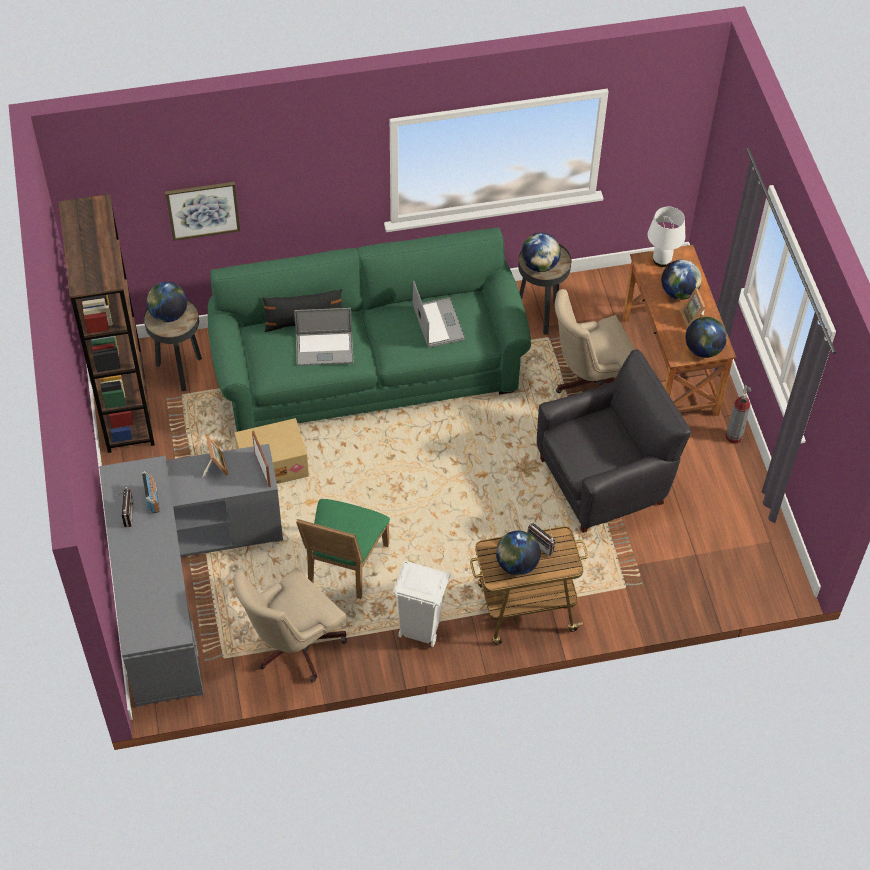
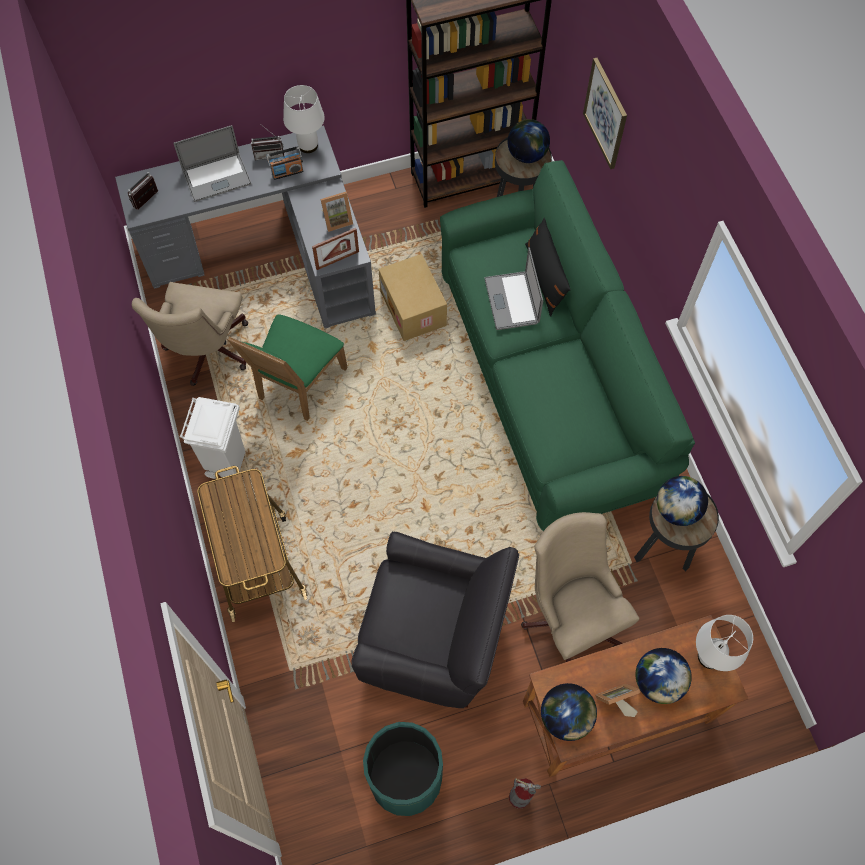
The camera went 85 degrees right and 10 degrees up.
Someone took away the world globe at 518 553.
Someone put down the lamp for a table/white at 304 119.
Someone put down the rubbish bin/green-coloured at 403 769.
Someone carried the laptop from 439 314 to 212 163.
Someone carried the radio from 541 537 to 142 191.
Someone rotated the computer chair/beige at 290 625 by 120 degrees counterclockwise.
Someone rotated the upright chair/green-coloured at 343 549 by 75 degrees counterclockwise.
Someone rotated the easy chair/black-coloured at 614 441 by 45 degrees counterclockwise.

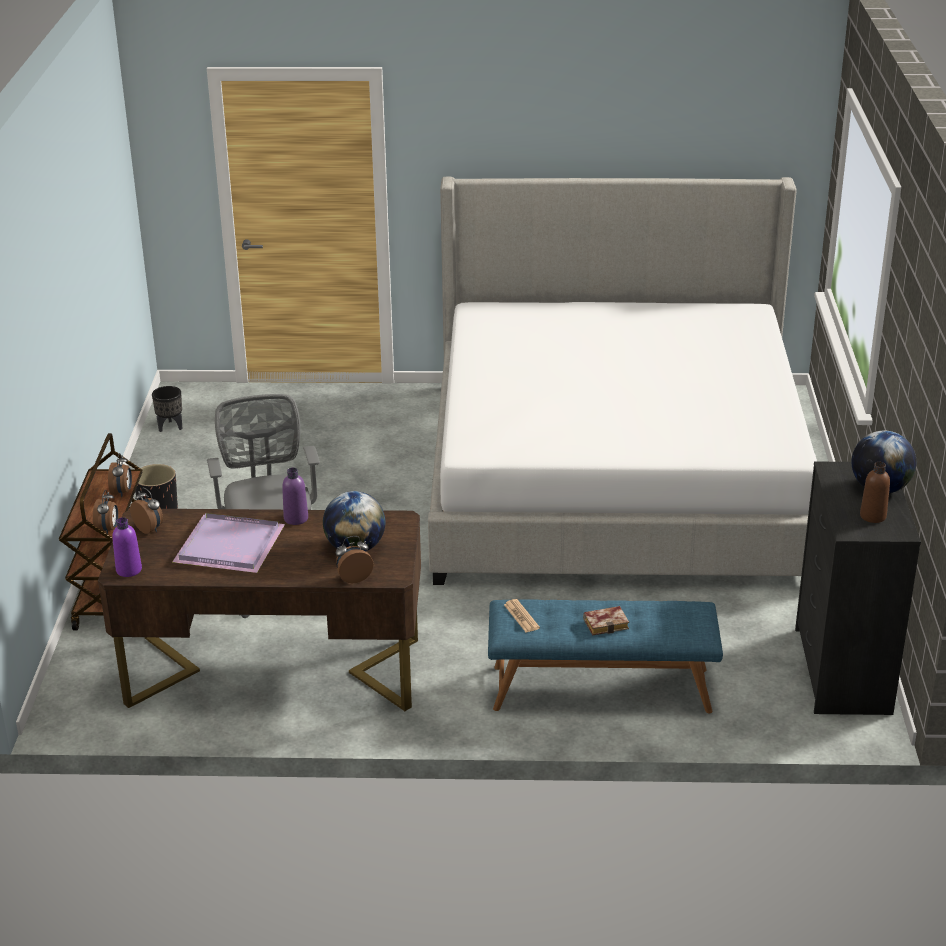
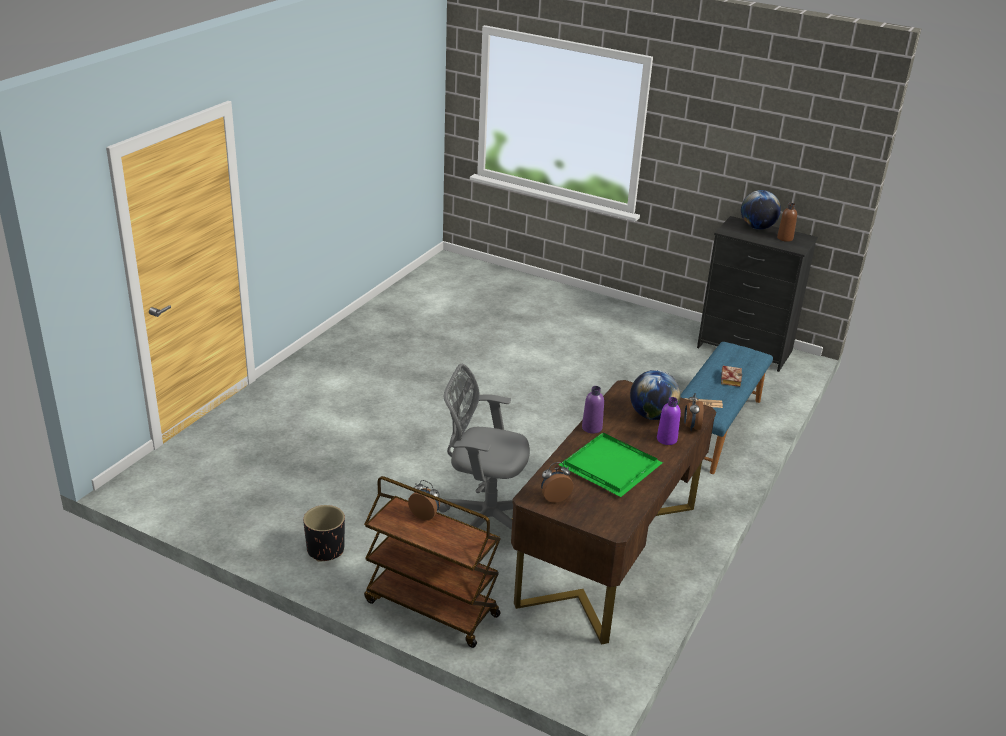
The camera went 65 degrees left and 0 degrees up.
Someone took away the bedside clock at 105 512.
Someone took away the flower pot/black-coloured at 167 409.
Someone took away the sleeping bed at 622 381.
Someone carried the bottle/purplish from 127 547 to 669 421.
Someone repainted the tray/purplish at 229 543, which became the tray/green-coloured at 611 465.

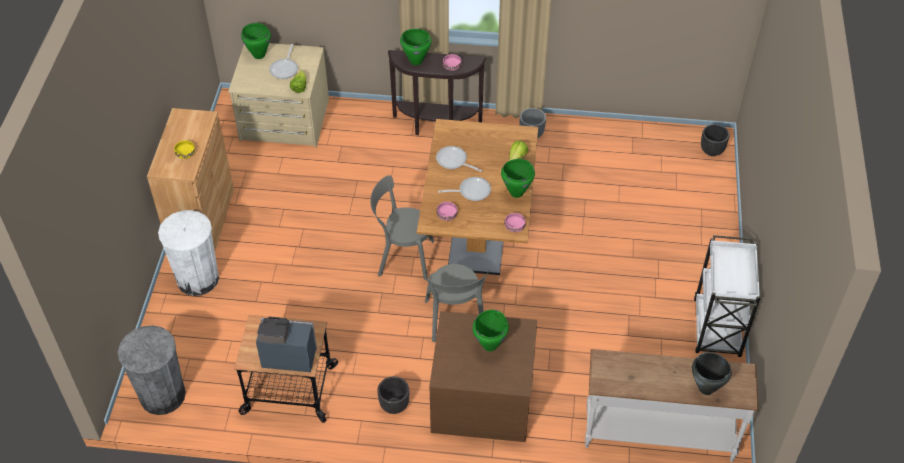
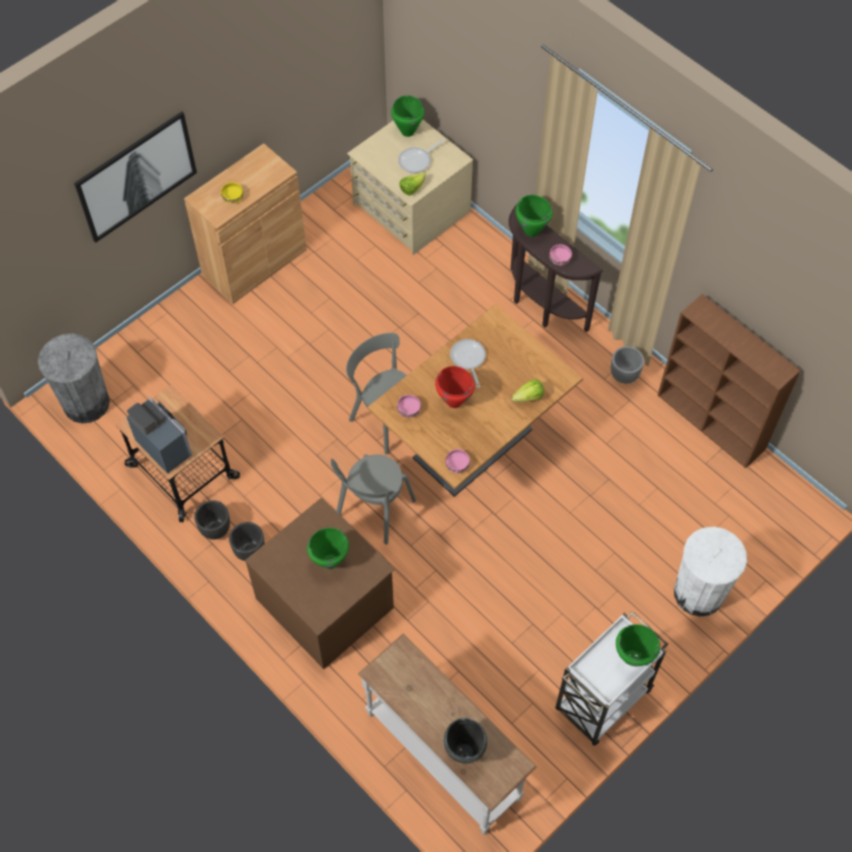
The camera went 40 degrees right and 10 degrees up.
Someone put up the wall art at 135 177.
Someone put down the shelving unit/brownish at 729 381.
Someone carried the rubbish bin/white from 188 253 to 710 572.
Someone carried the stockpot/green-coloured from 518 178 to 638 645.
Someone carried the flower pot/black-coloured from 715 140 to 212 520.
Someone swapped the pan at 464 189 for the stockpot/red-coloured at 455 387.

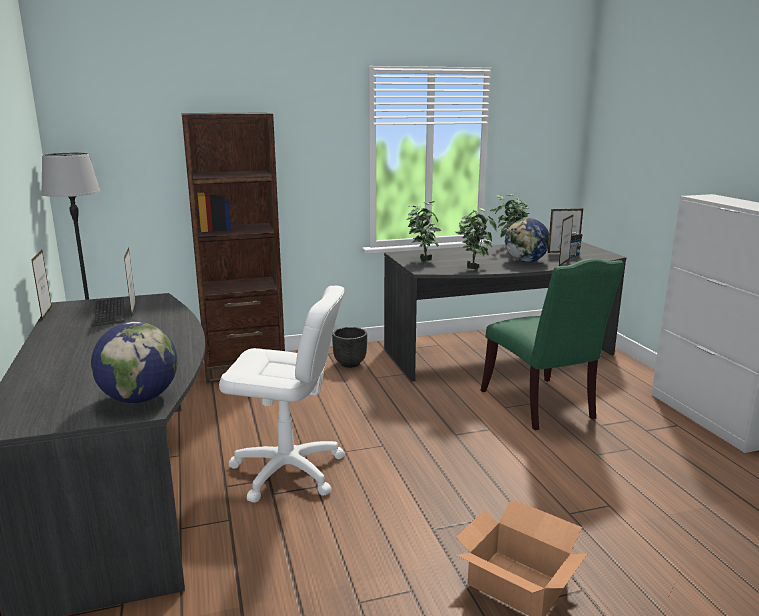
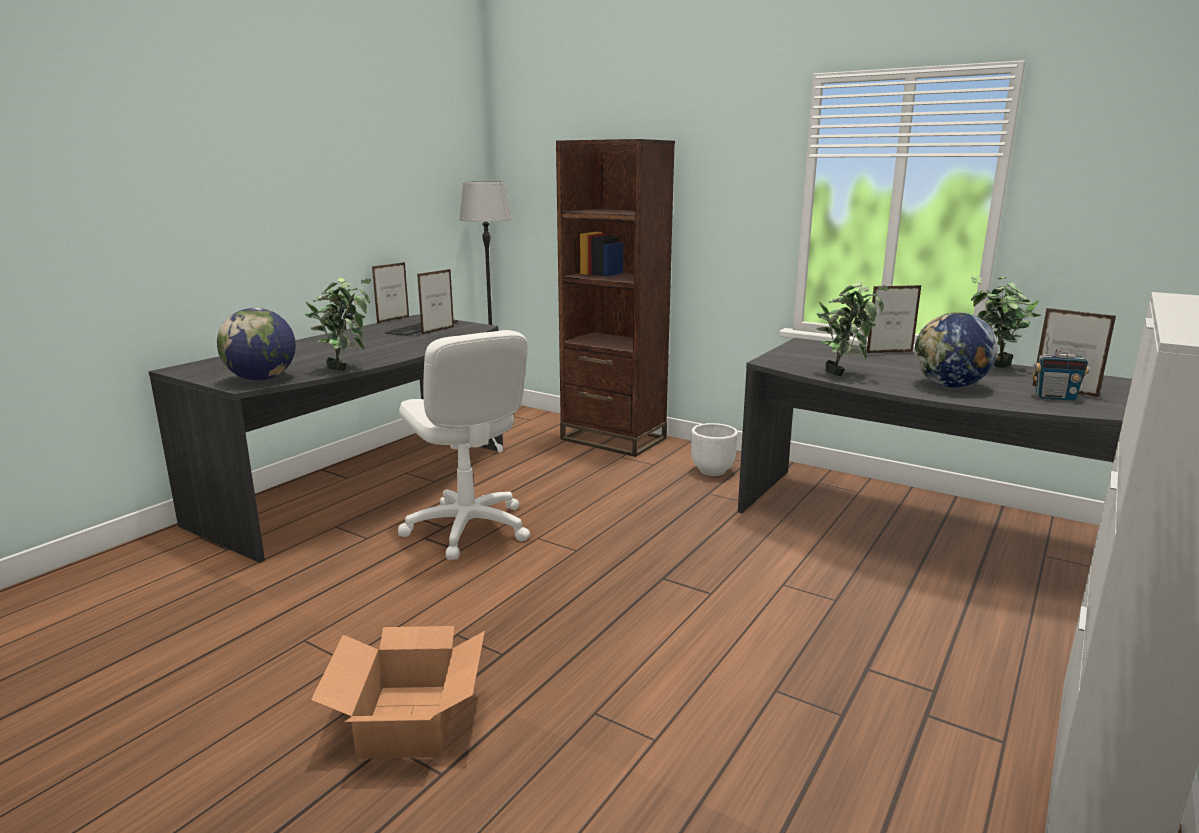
The camera went 50 degrees right and 0 degrees up.
Someone took away the upright chair/green-coloured at 552 344.
Someone carried the potted plant from 423 231 to 338 324.
Someone carried the picture frame from 566 240 to 894 319.
Someone repainted the flower pot/black-coloured at 349 347, which became the flower pot/white at 714 449.

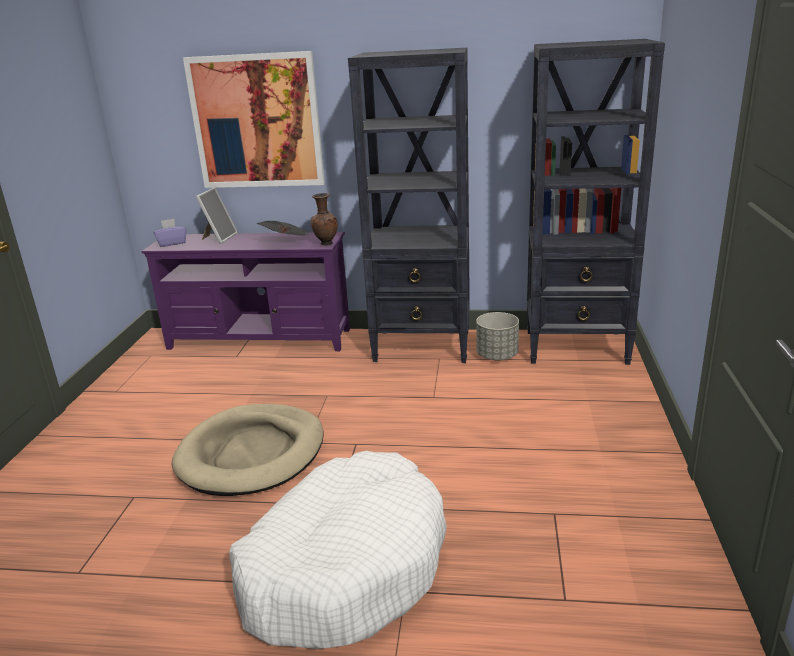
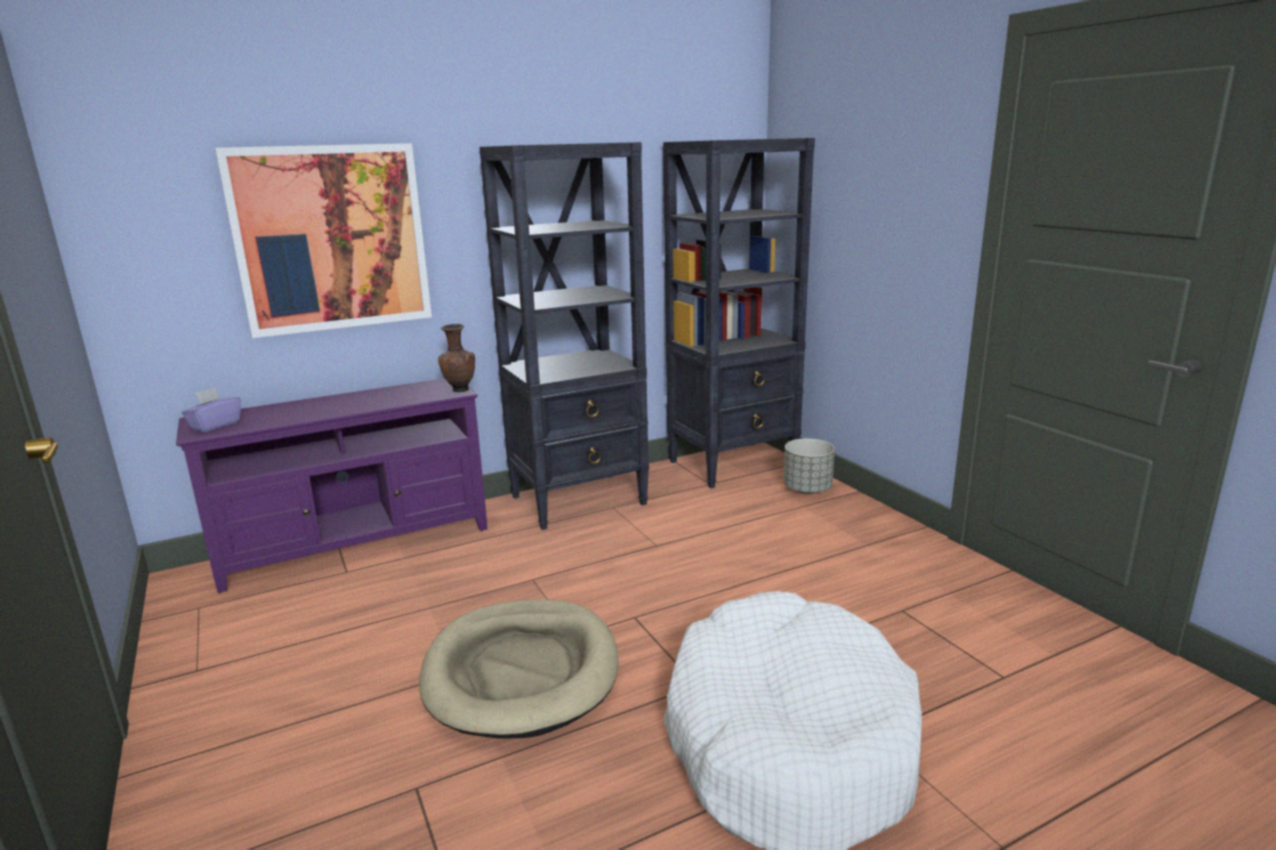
The camera went 35 degrees left and 5 degrees down.
Someone took away the picture frame at 217 216.
Someone took away the printed paper at 281 228.
Someone carried the flower pot/gray from 497 336 to 809 466.

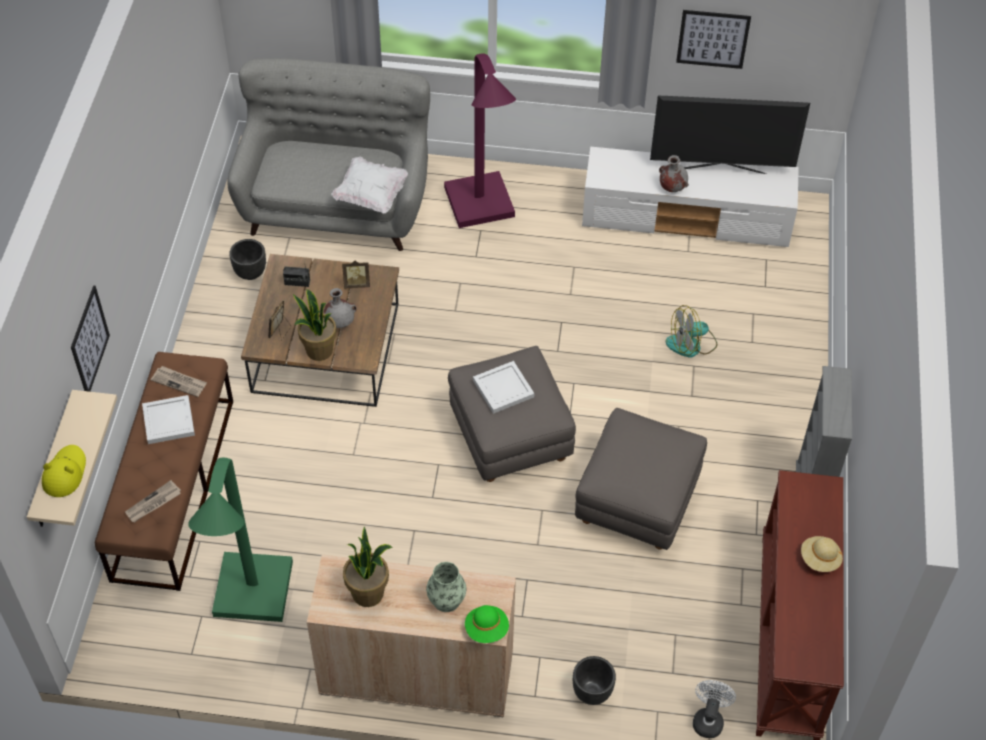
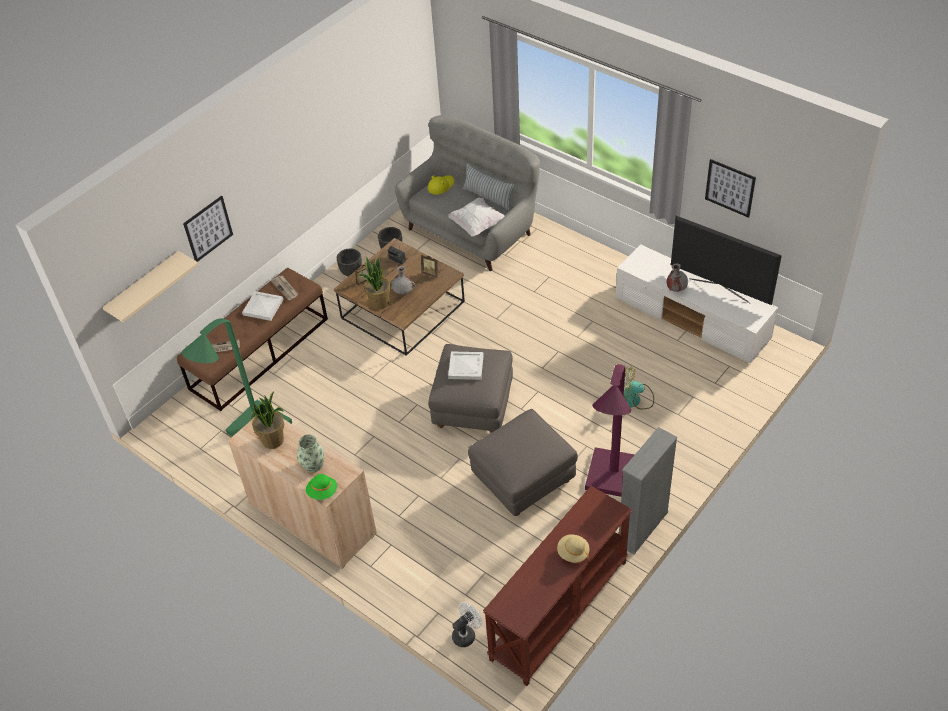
The camera went 35 degrees right and 5 degrees down.
Someone put down the pillow at 488 187.
Someone carried the wearable hat/yellow from 64 471 to 441 185.
Someone carried the floor lamp/purplish from 480 141 to 610 430.
Someone carried the flower pot/black-coloured from 594 680 to 349 262.

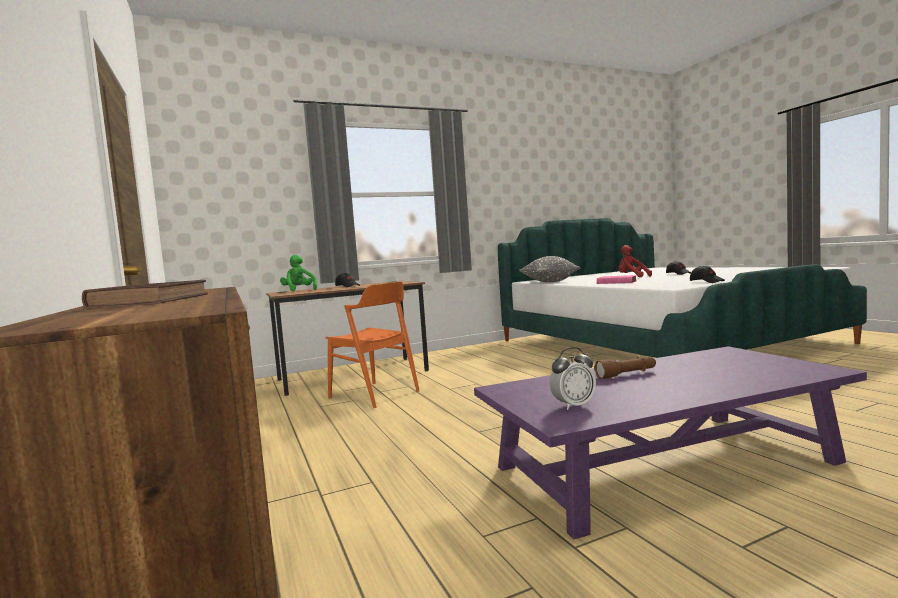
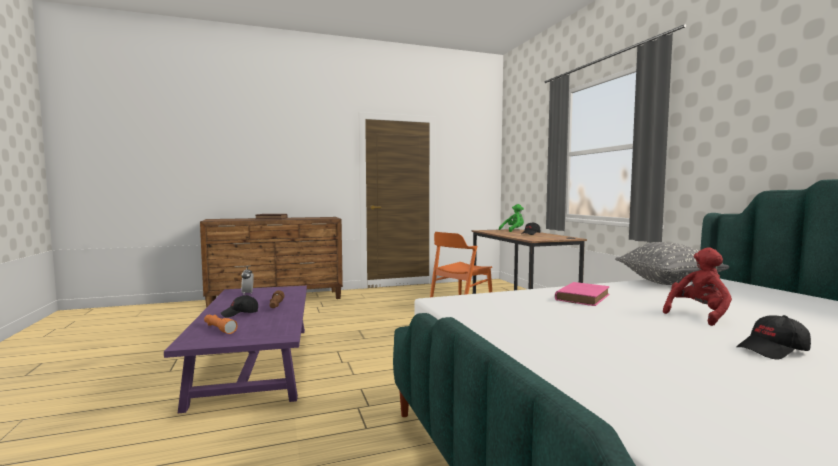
The camera went 95 degrees right and 0 degrees up.
Someone put down the hand torch/orange-coloured at 221 324.
Someone carried the peaked cap/black-coloured from 707 274 to 239 306.

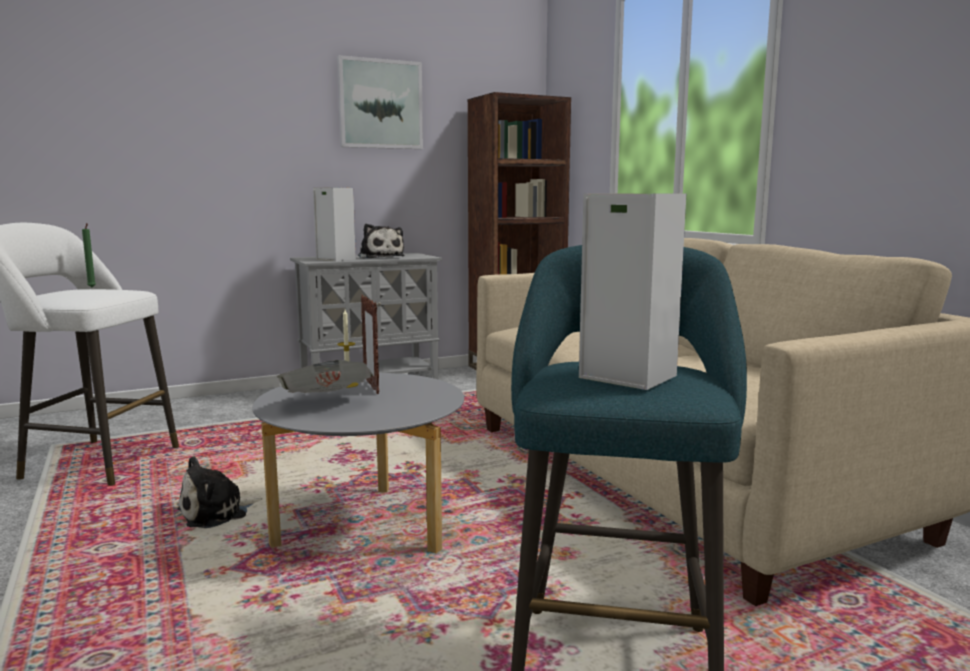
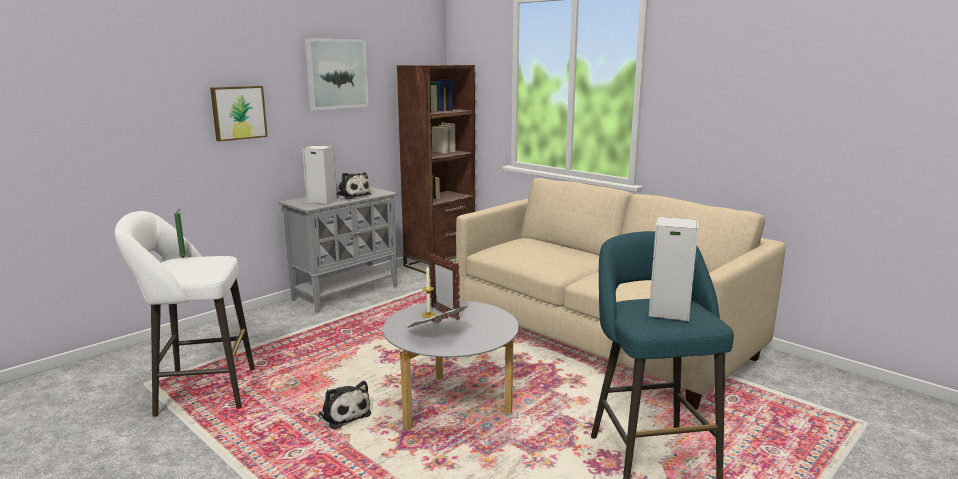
The camera went 20 degrees left and 5 degrees up.
Someone put up the wall art at 239 113.
Someone rotated the cuddly toy at 220 492 by 75 degrees counterclockwise.

